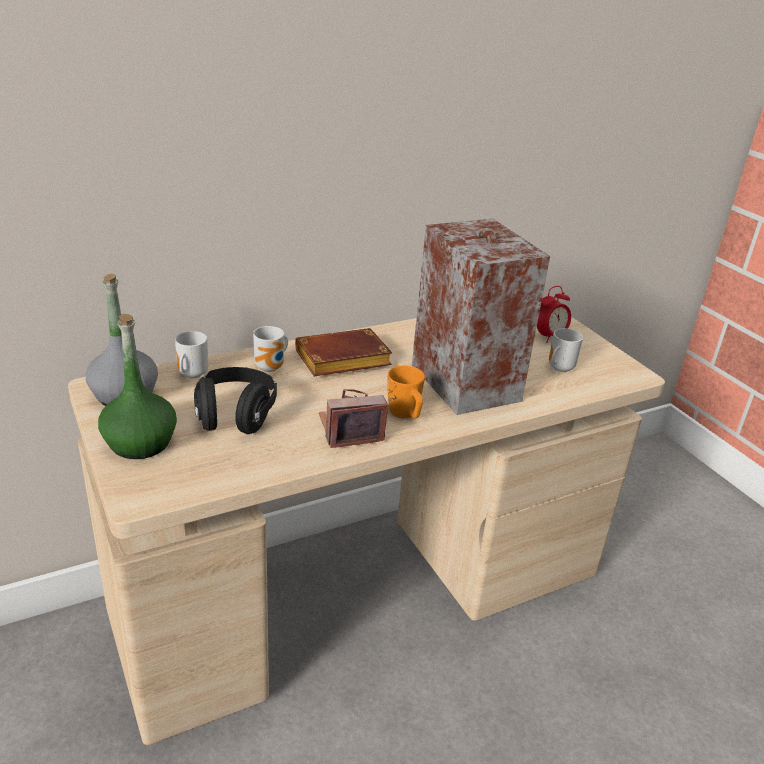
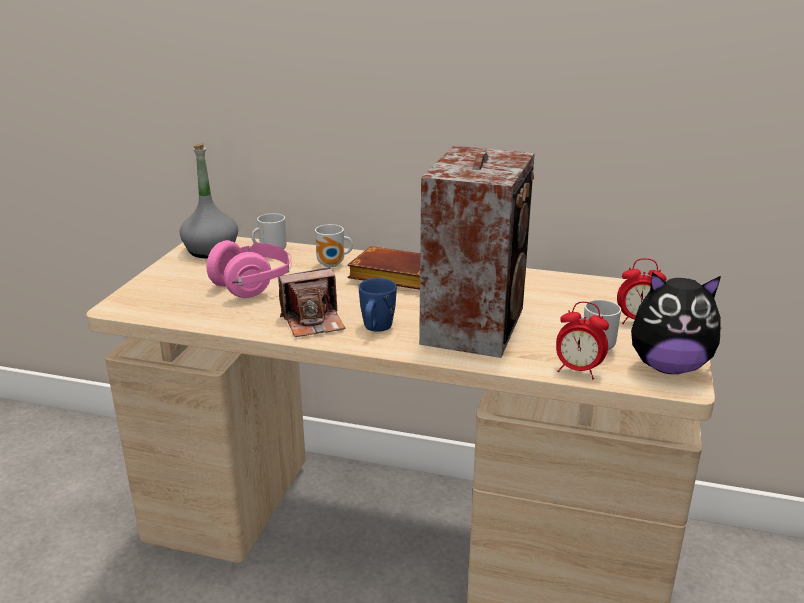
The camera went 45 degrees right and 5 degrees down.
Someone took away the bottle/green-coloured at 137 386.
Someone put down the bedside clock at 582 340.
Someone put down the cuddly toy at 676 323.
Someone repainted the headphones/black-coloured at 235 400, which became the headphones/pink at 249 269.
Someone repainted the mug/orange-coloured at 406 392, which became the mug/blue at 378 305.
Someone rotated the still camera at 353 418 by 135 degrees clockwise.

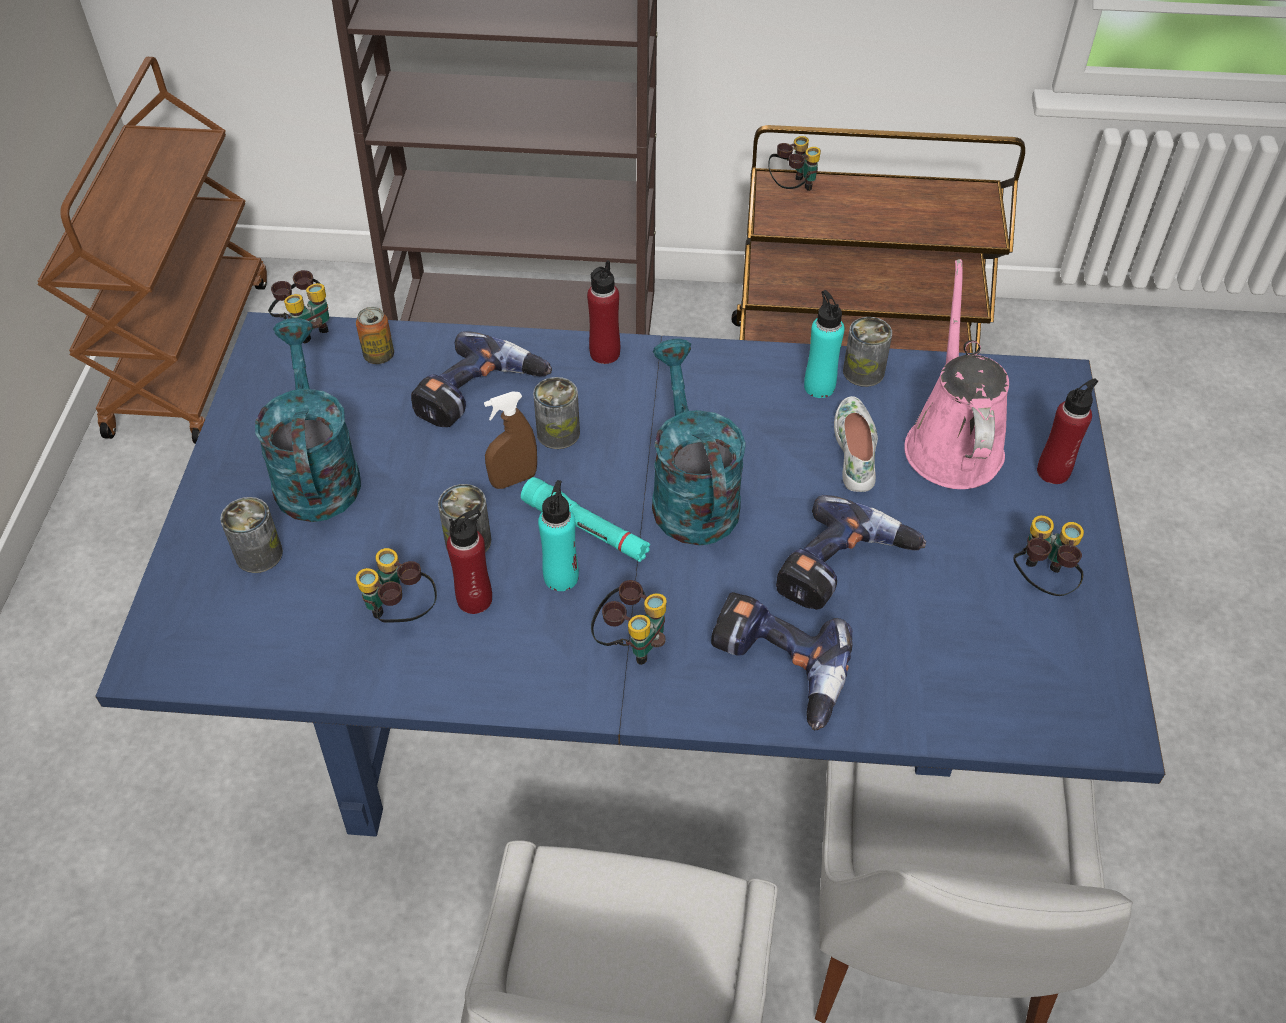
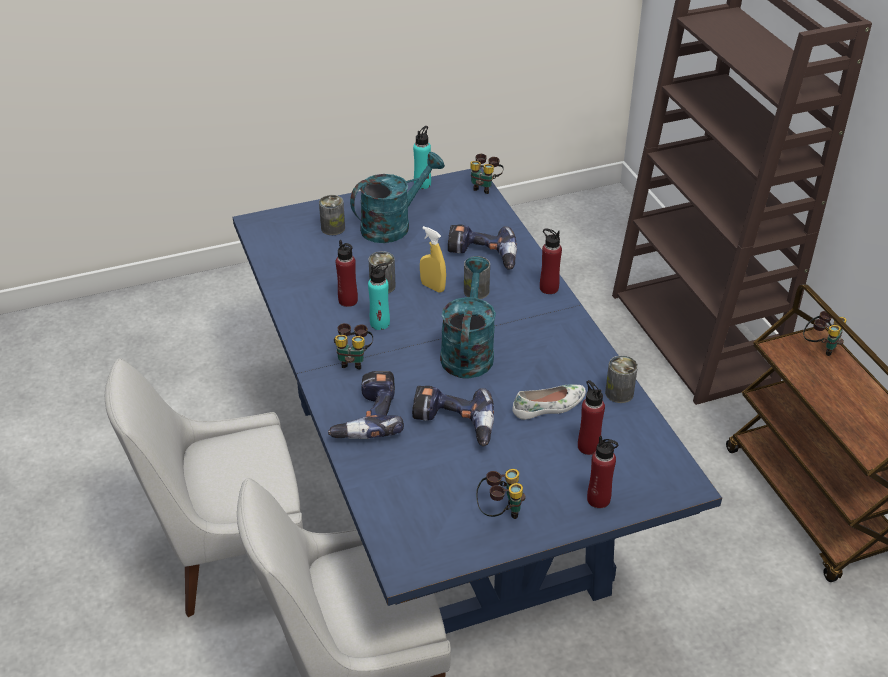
The camera went 65 degrees right and 10 degrees down.
Someone took away the trolley/brownish at 152 250.
Someone took away the can at 375 335.
Someone took away the binoculars at 396 585.
Someone took away the hand torch/blue-green at 585 519.
Someone carried the bottle/blue-green from 824 344 to 422 157.
Someone swapped the watering pot/pink at 956 374 for the bottle/red-coloured at 591 417.
Someone repainted the hand sprayer/brownish at 510 440, which became the hand sprayer/yellow at 433 259.
Someone rotated the watering pot/blue-green at 699 442 by 45 degrees counterclockwise.

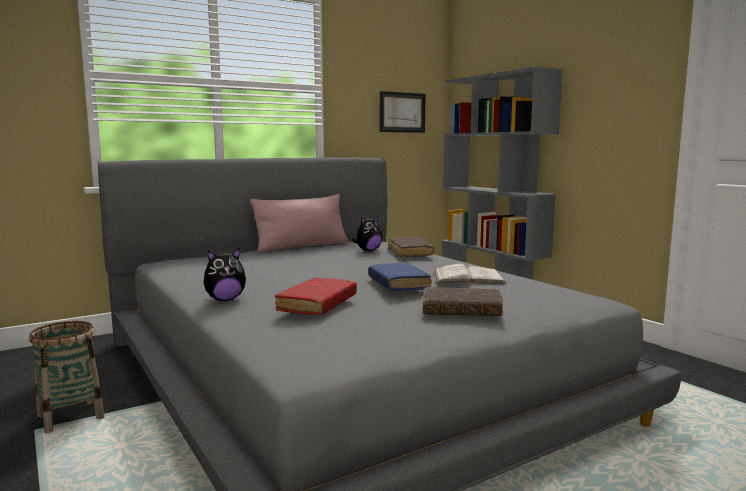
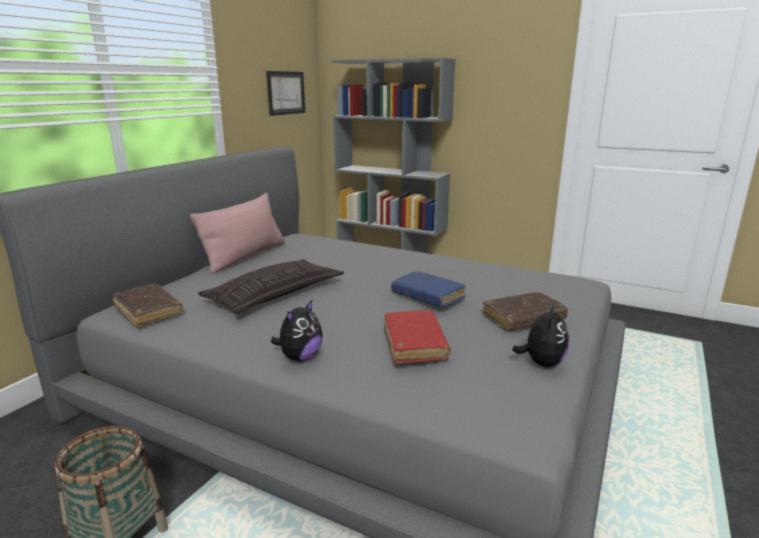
The camera went 30 degrees left and 10 degrees up.
Someone took away the bound book/white at 470 274.
Someone put down the pillow at 271 286.
Someone carried the cuddly toy from 367 233 to 540 335.
Someone carried the bound book/brownish from 411 247 to 148 306.

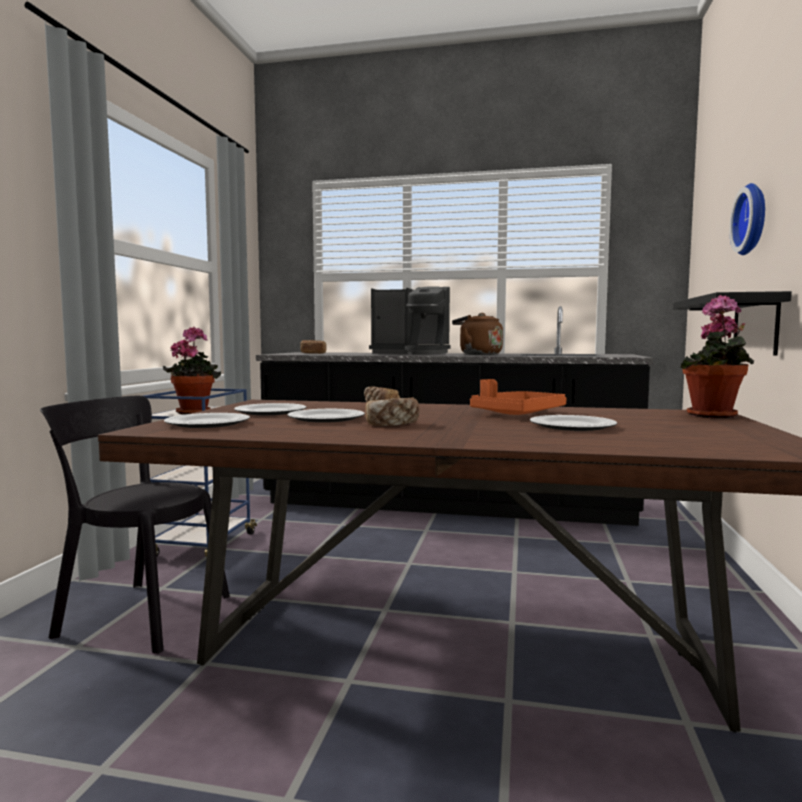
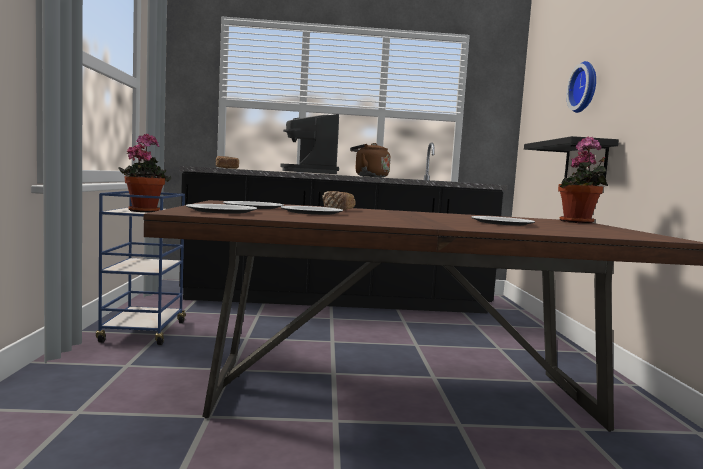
The camera went 15 degrees left and 0 degrees up.
Someone took away the upright chair/black-coloured at 135 525.
Someone took away the baked bread at 392 411.
Someone took away the tray/orange-coloured at 518 397.
Someone rotated the coffee machine at 409 320 by 90 degrees clockwise.

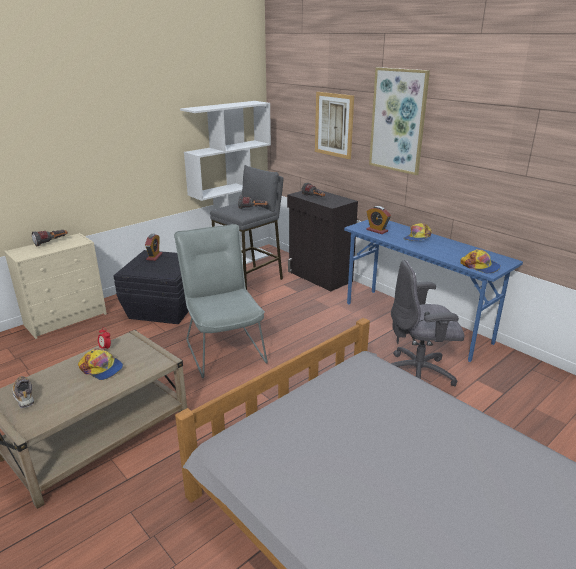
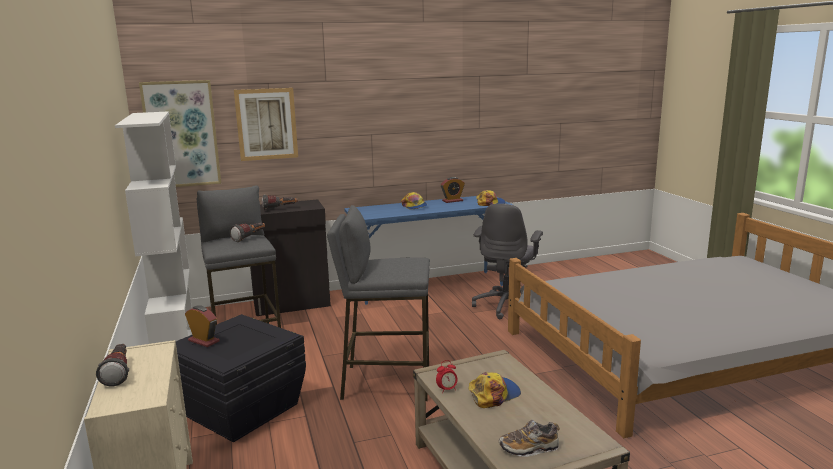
The camera went 65 degrees left and 10 degrees down.
Someone carried the bedside clock from 378 220 to 453 190.
Someone carried the wall art from 399 121 to 180 133.
Someone swapped the upright chair/gray at 221 301 for the sitting stool/gray at 378 303.

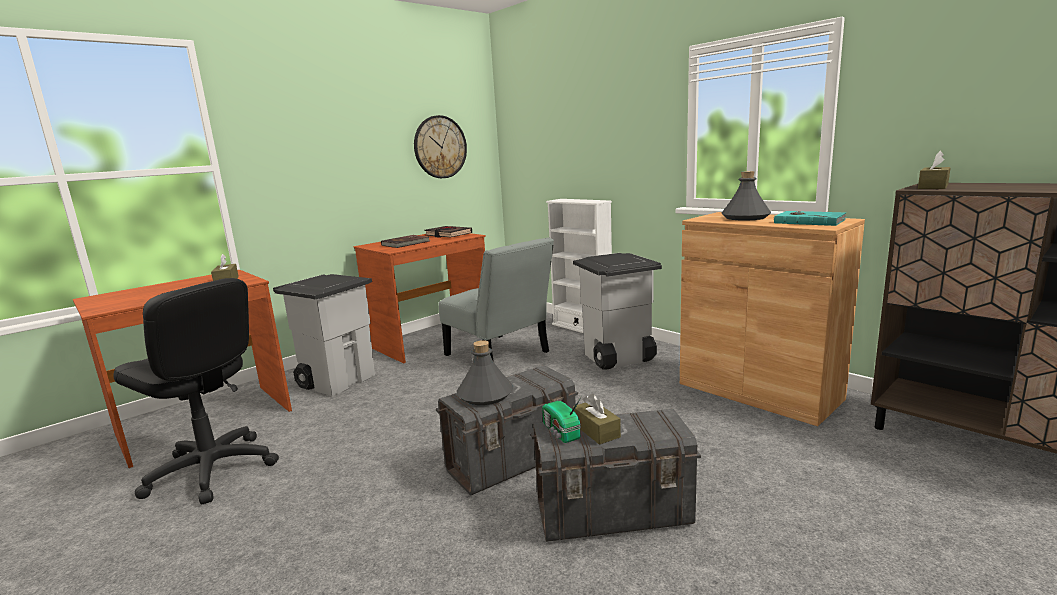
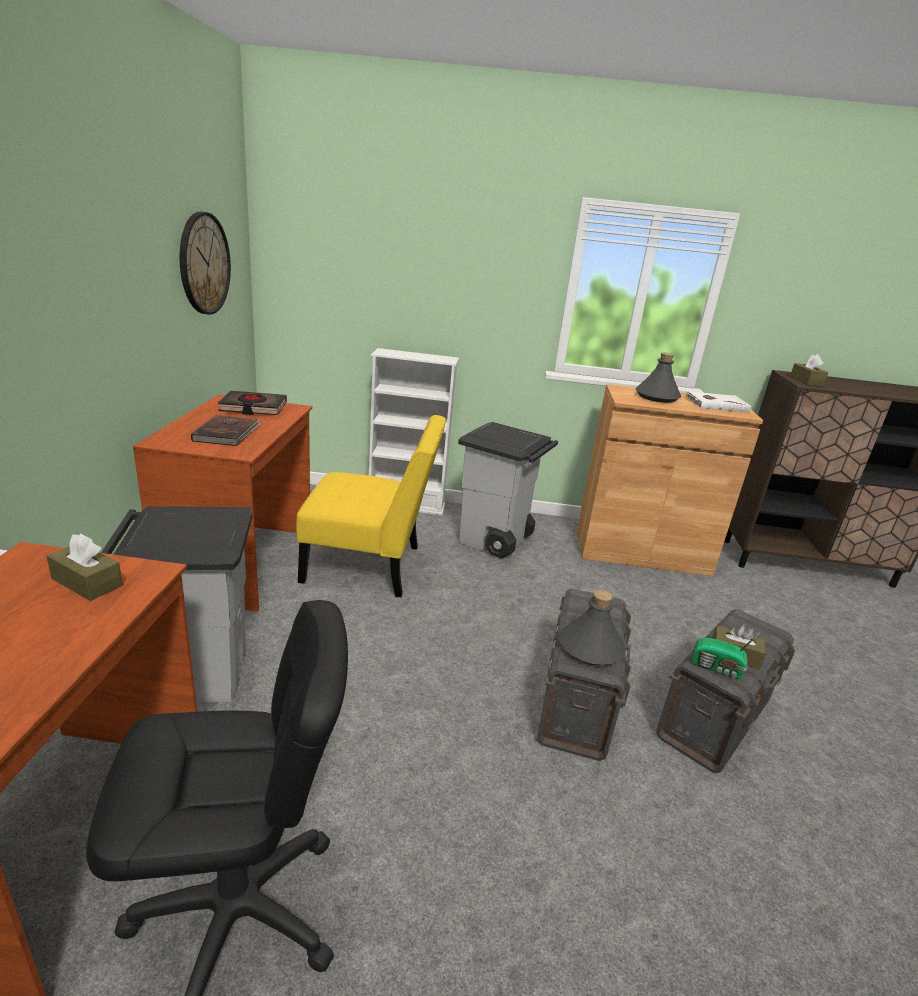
The camera went 45 degrees left and 10 degrees up.
Someone repainted the upright chair/gray at 496 299, which became the upright chair/yellow at 371 506.
Someone repainted the bound book/blue-green at 810 218, which became the bound book/white at 718 402.

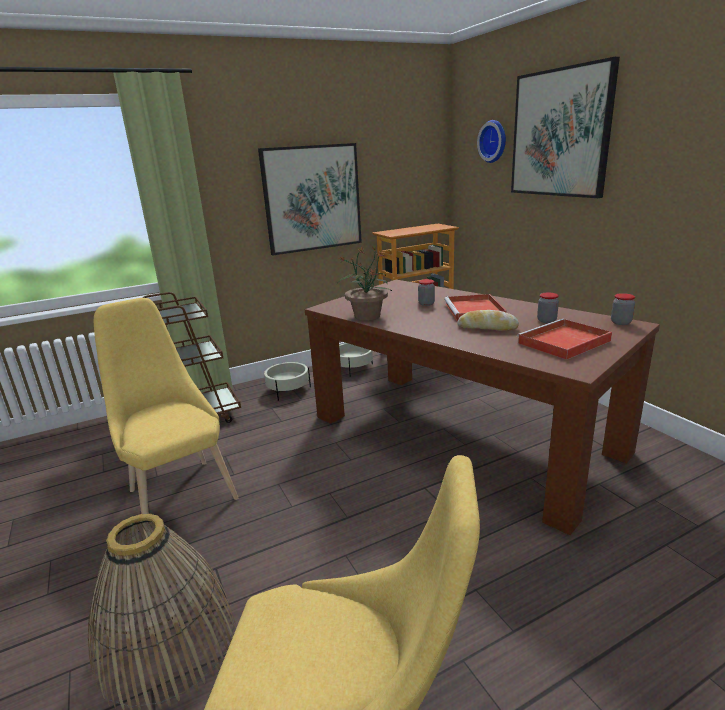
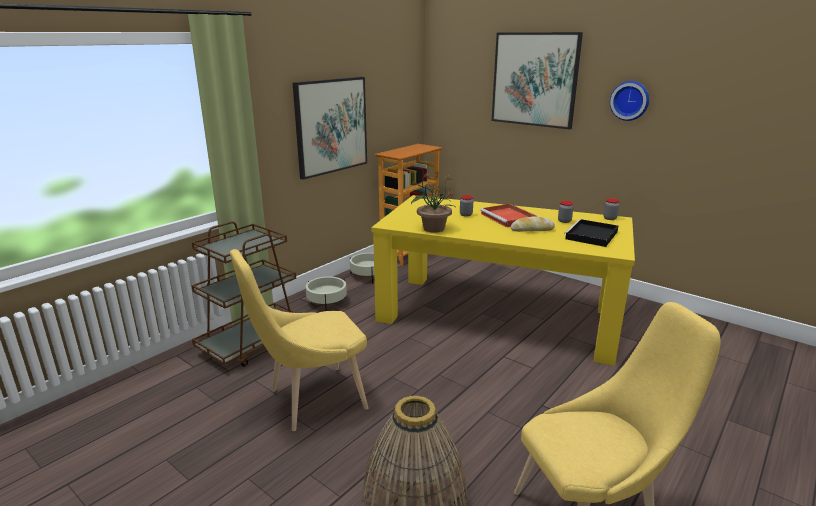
The camera went 25 degrees left and 0 degrees up.
Someone carried the wall clock from 491 141 to 629 101.
Someone repainted the kitchen table/brownish at 482 407, which became the kitchen table/yellow at 503 280.
Someone repainted the tray/red-coloured at 564 339, which became the tray/black-coloured at 591 233.
Someone rotated the upright chair/yellow at 166 418 by 60 degrees counterclockwise.

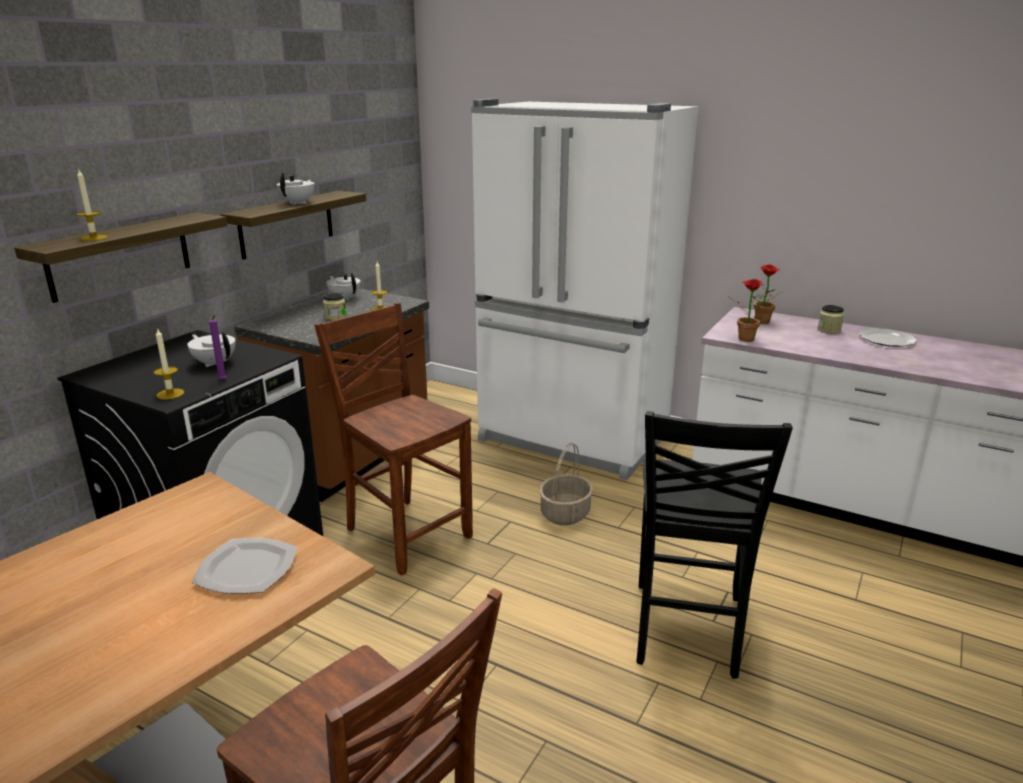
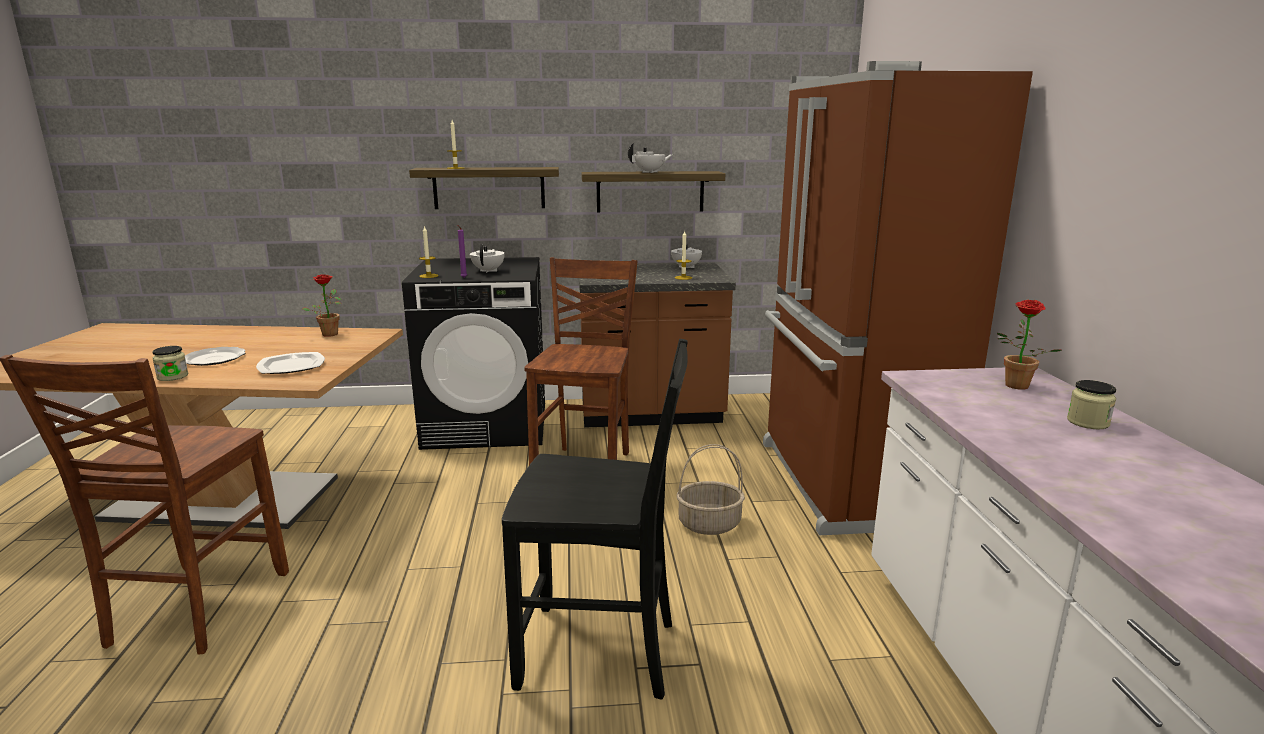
The camera went 55 degrees right and 5 degrees down.
Someone carried the storage jar from 334 307 to 170 363.
Someone carried the potted plant from 745 310 to 321 305.
Someone carried the flat dish from 888 337 to 215 356.
Someone repainted the refrigerator/white at 584 290, which became the refrigerator/brownish at 898 298.
Someone rotated the upright chair/black-coloured at 715 545 by 150 degrees counterclockwise.

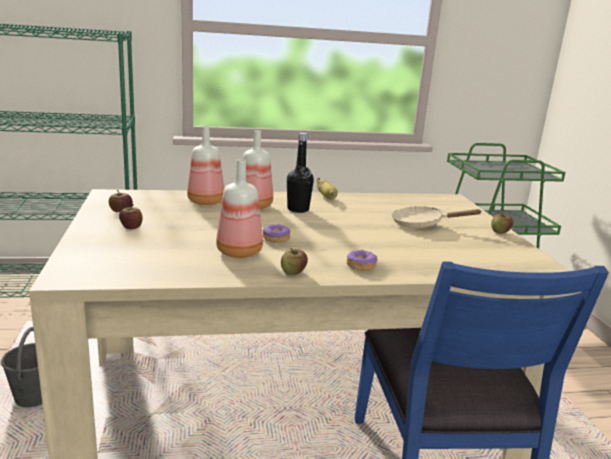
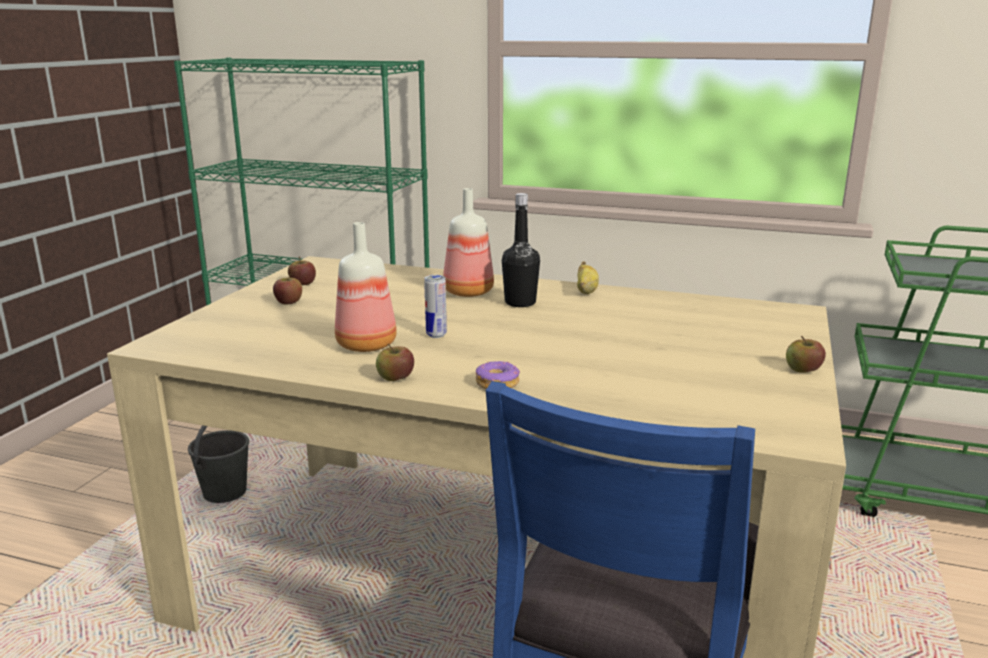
The camera went 30 degrees right and 0 degrees up.
Someone took away the bottle at 205 165.
Someone took away the pan/beige at 437 217.
Someone swapped the doughnut at 277 233 for the can at 435 306.

